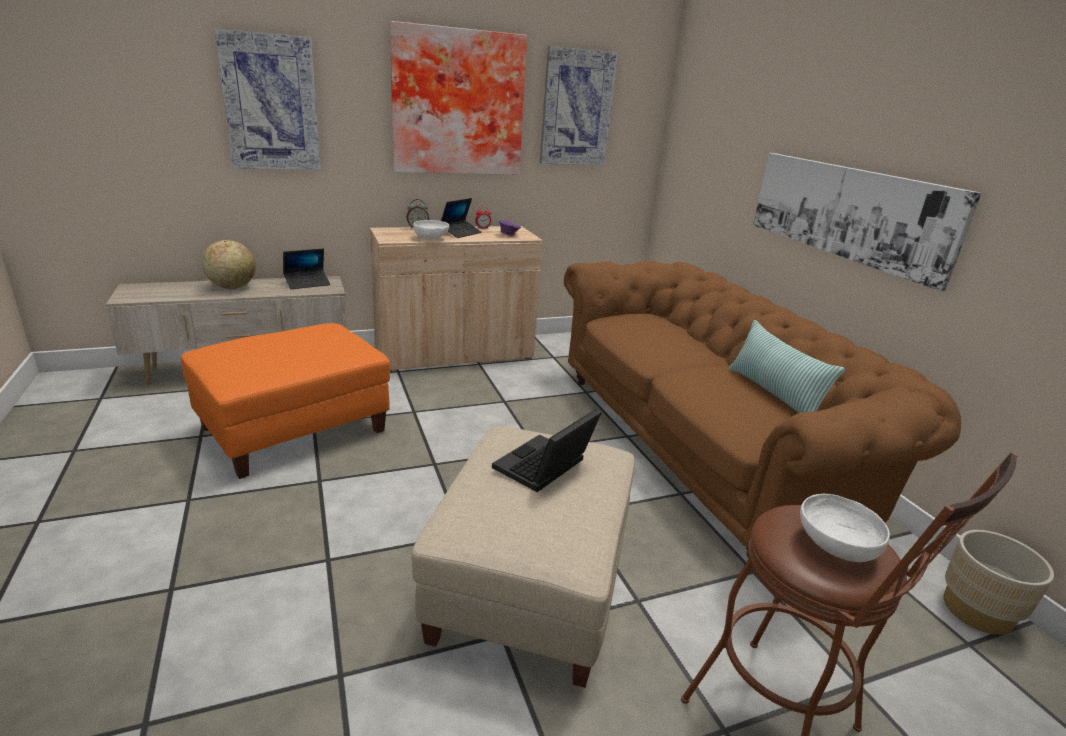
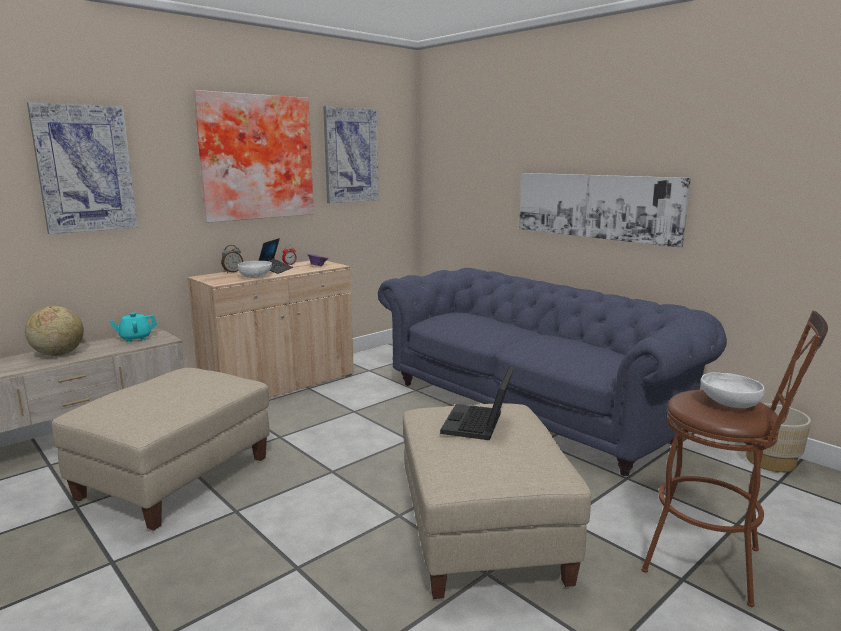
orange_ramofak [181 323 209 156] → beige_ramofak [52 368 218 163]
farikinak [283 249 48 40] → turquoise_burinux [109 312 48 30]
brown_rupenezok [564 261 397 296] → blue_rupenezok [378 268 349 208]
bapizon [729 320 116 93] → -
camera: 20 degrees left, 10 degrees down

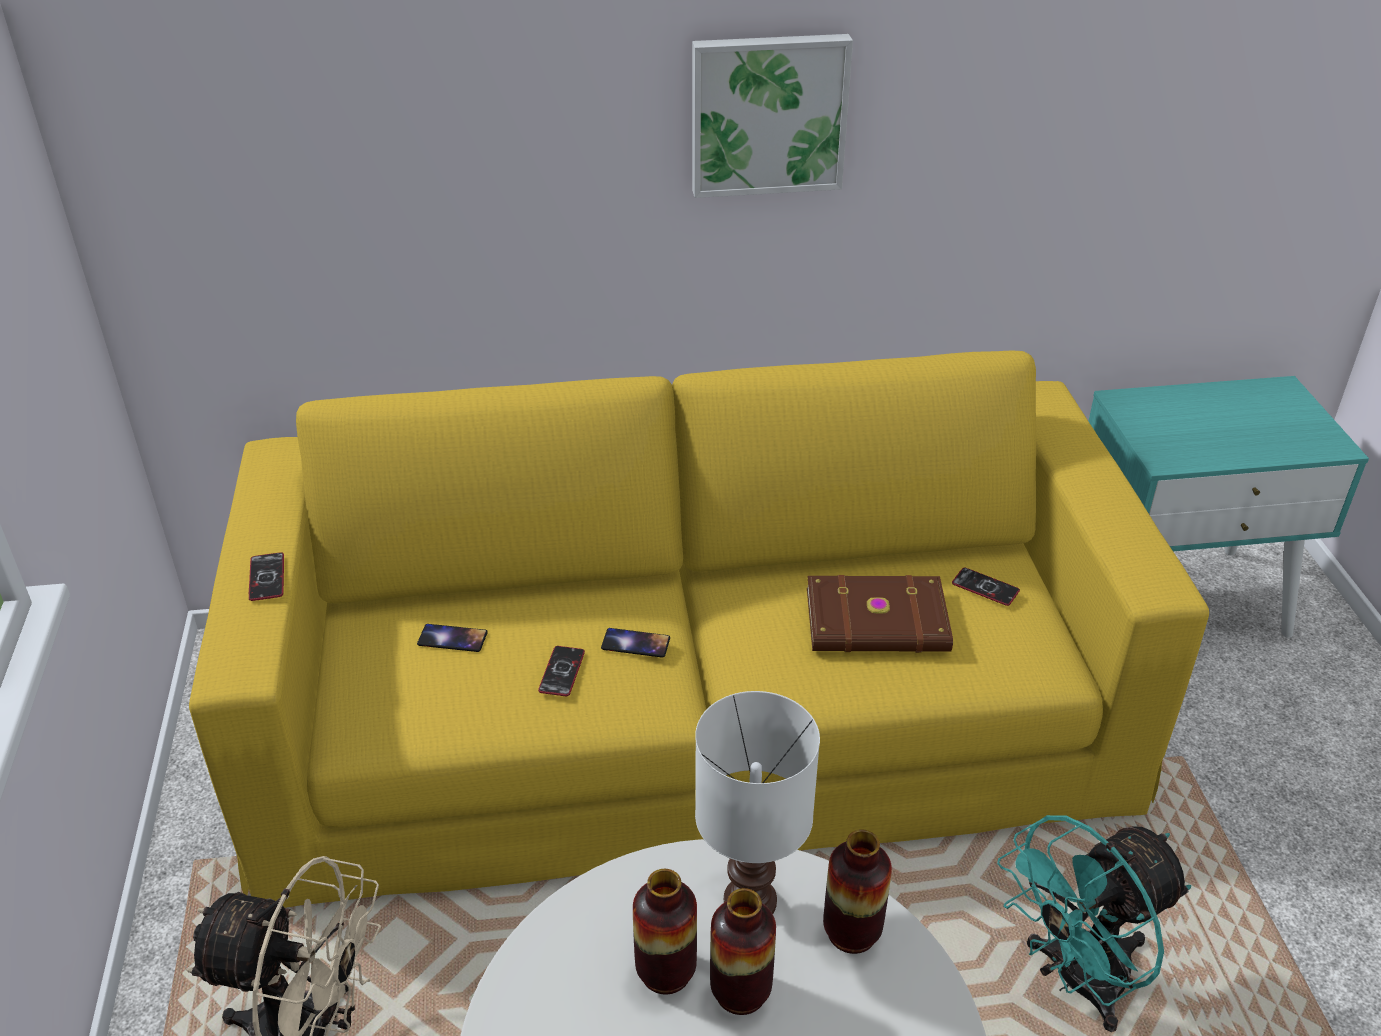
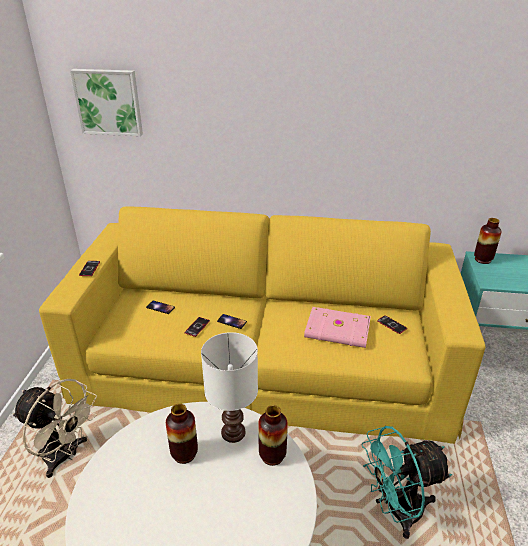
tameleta [692 34 161 164] → tameleta [70 69 73 67], move
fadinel [710 888 66 127] → fadinel [474 218 28 46], move
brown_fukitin [807 575 146 78] → pink_fukitin [304 307 67 41]
camera: 15 degrees right, 5 degrees down

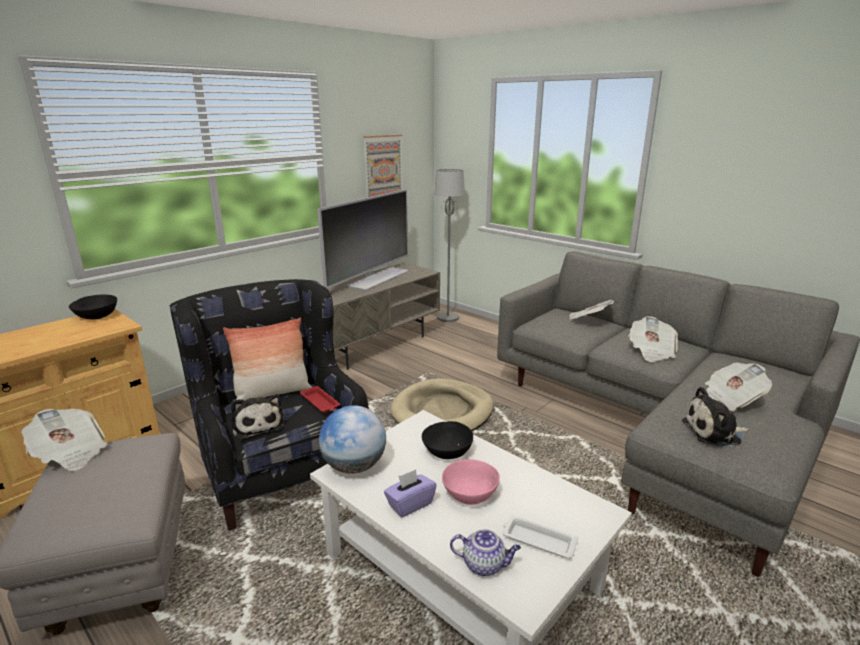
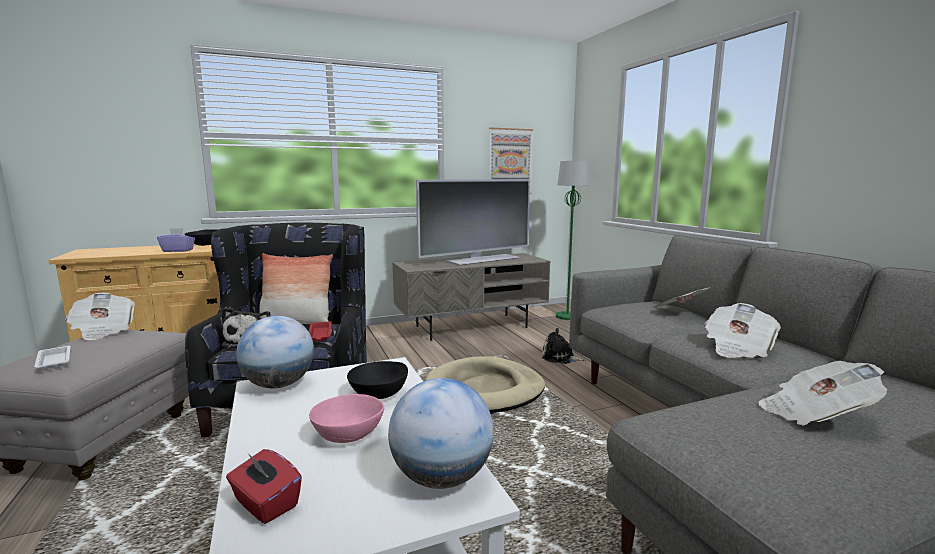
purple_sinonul [384 469 53 48] → purple_sinonul [157 228 38 24], move
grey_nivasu [434 169 31 153] → green_nivasu [556 161 34 159]
burinux [450 529 71 47] → red_sinonul [226 449 76 75]
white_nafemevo [503 516 75 43] → white_nafemevo [34 346 37 25], move
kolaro [682 387 67 60] → kolaro [542 328 43 36], move
- → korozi [388 378 106 111]
camera: 25 degrees right, 10 degrees down

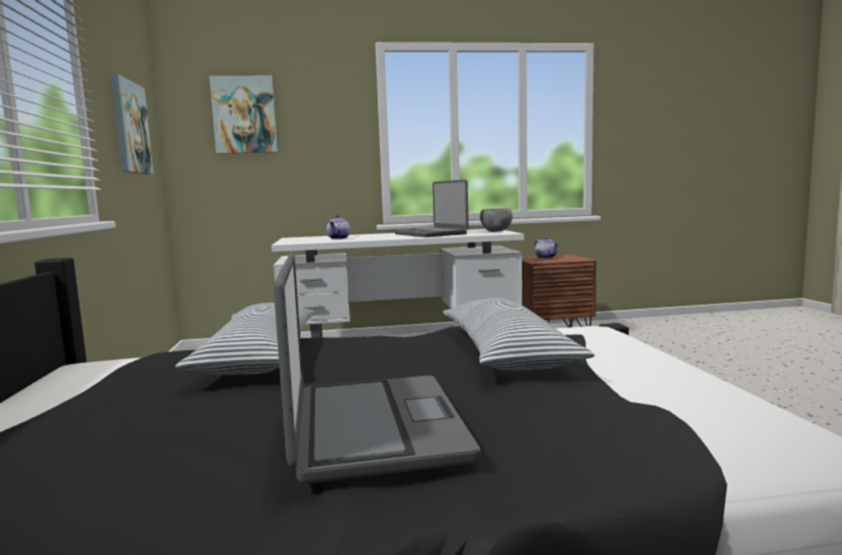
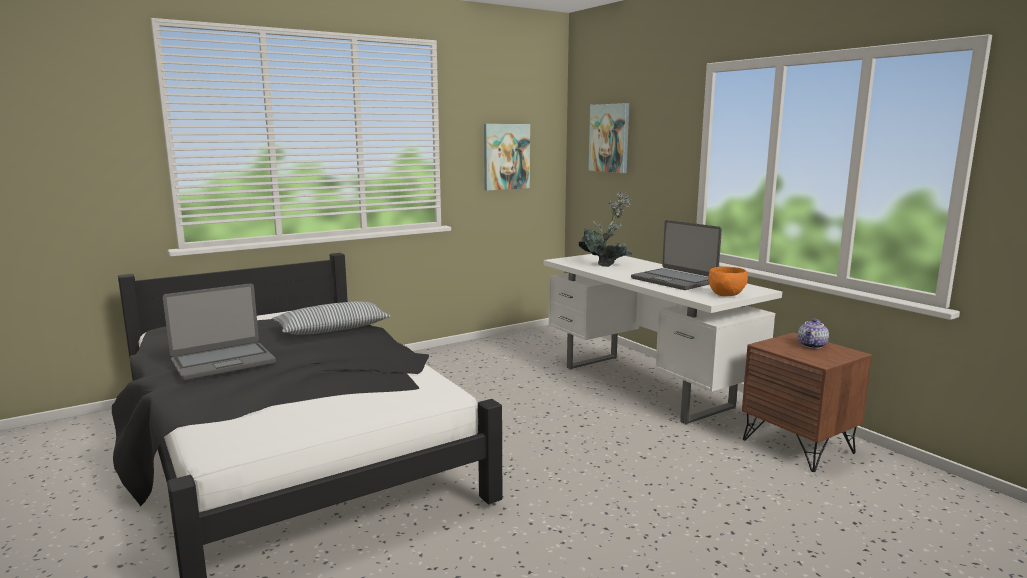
burinux [326 215 24 24] → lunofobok [579 192 54 75]
farikinak [395 180 74 57] → farikinak [631 220 91 70], 75 degrees counterclockwise
bapizon [443 298 152 73] → -
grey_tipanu [480 208 33 24] → orange_tipanu [708 266 40 30]
camera: 65 degrees right, 5 degrees up

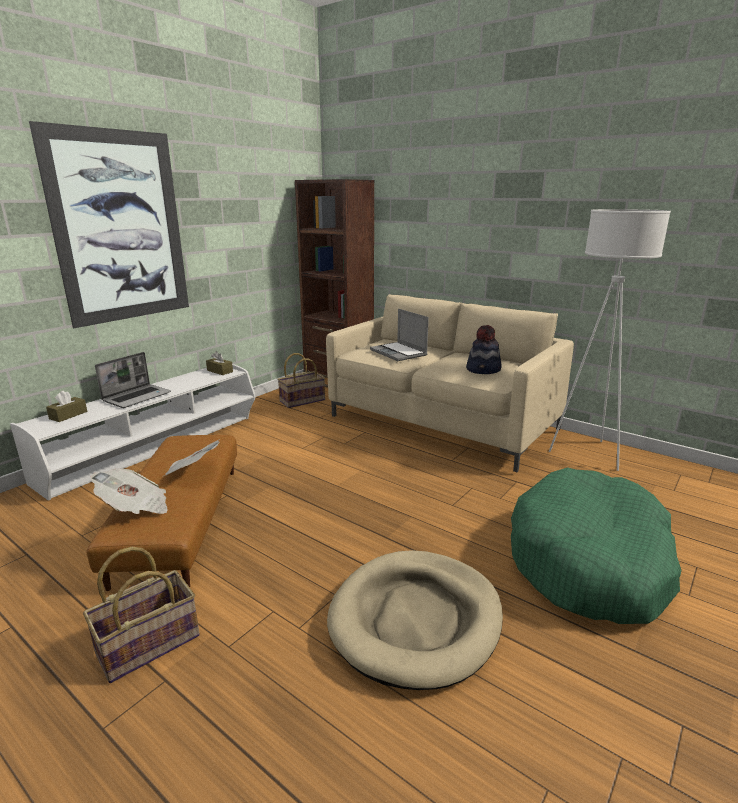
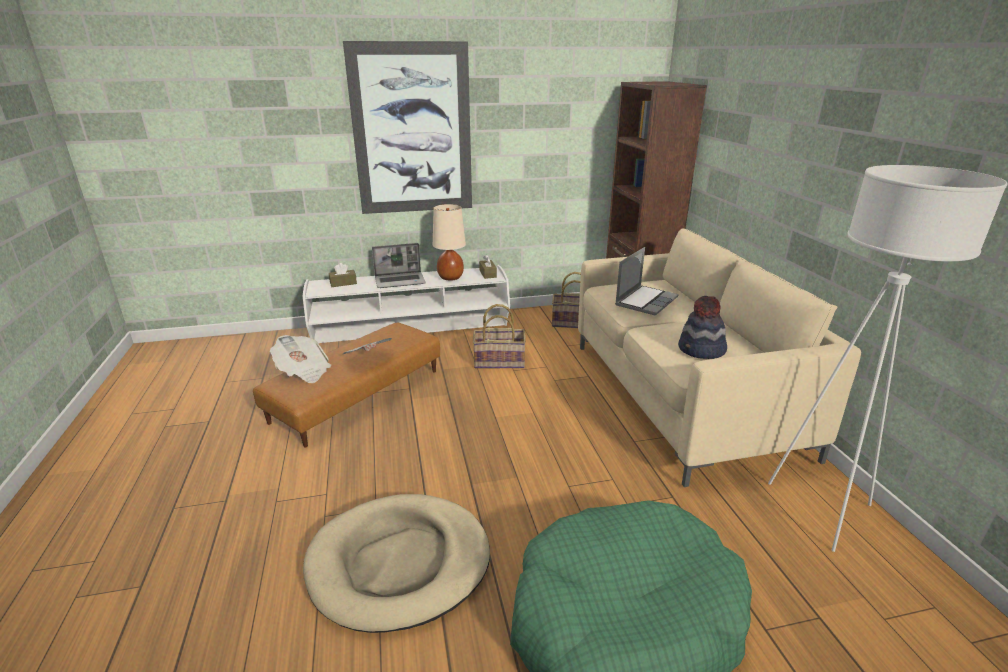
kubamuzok [83 546 117 137] → kubamuzok [473 304 53 65], move
farikinak [370 309 59 52] → farikinak [615 247 64 69], 150 degrees counterclockwise
- → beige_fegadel [433 204 33 76]
camera: 40 degrees right, 5 degrees up

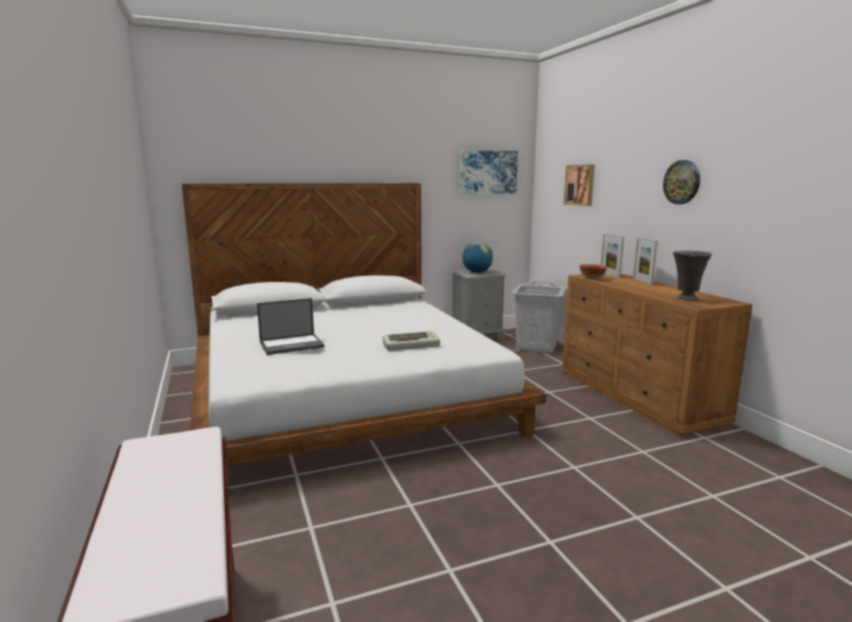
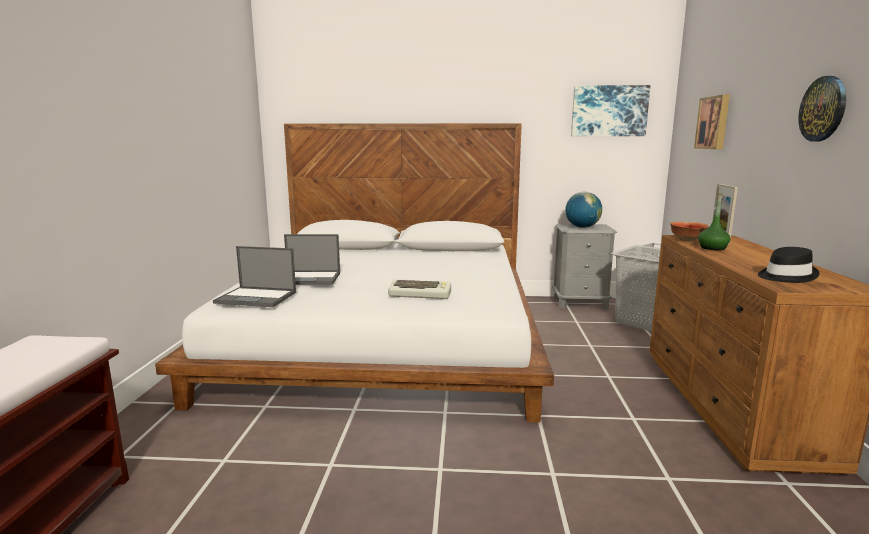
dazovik [633 237 24 48] → -
grey_fadinel [673 251 39 50] → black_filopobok [758 247 62 36]
- → farikinak [213 246 83 61]
- → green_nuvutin [698 194 33 57]
camera: 25 degrees right, 0 degrees up

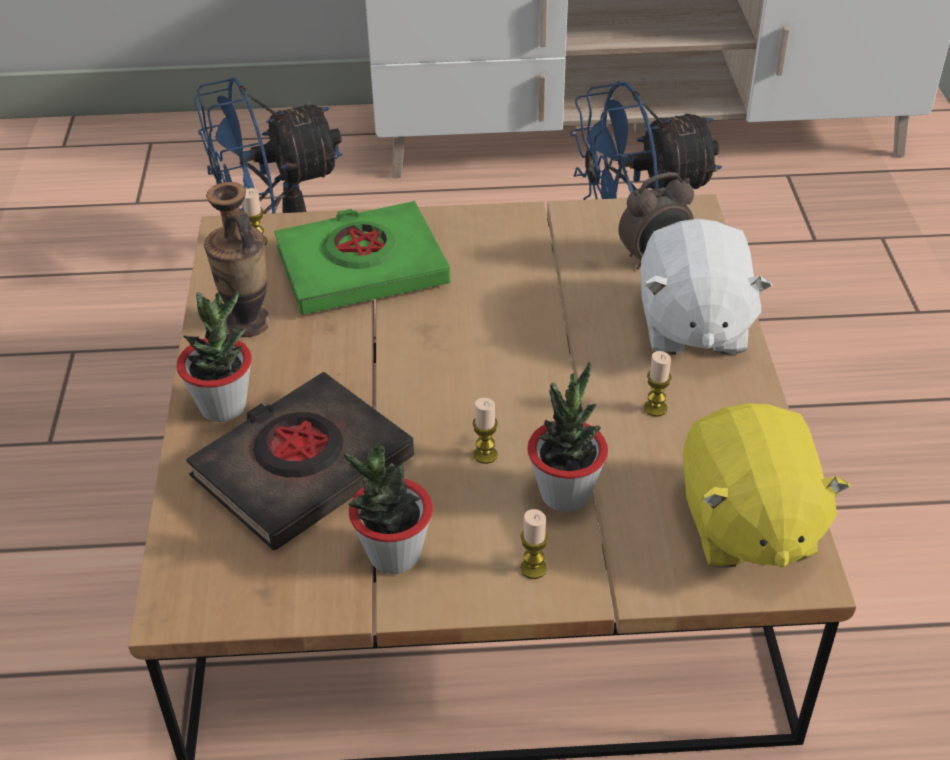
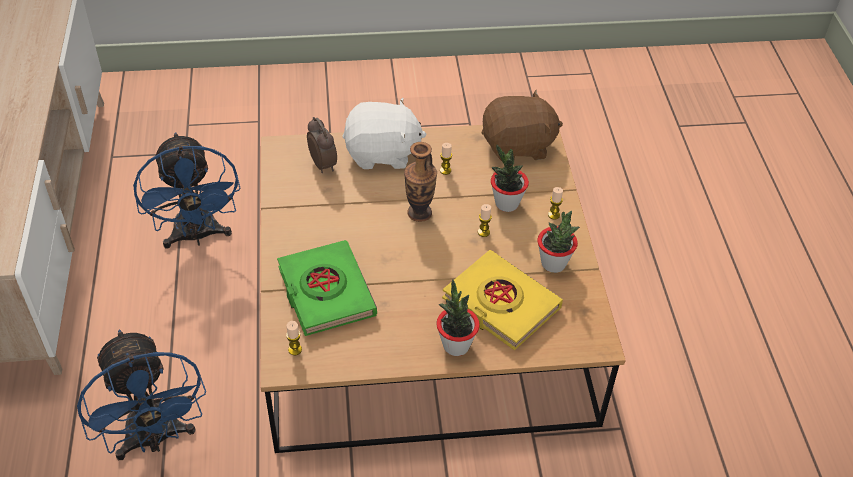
black_fukitin [186 371 228 180] → yellow_fukitin [442 250 121 100]
fadinel [204 182 67 155] → fadinel [404 142 33 80], move
yellow_kolaro [683 403 168 165] → brown_kolaro [482 90 81 71]
camera: 95 degrees left, 5 degrees up

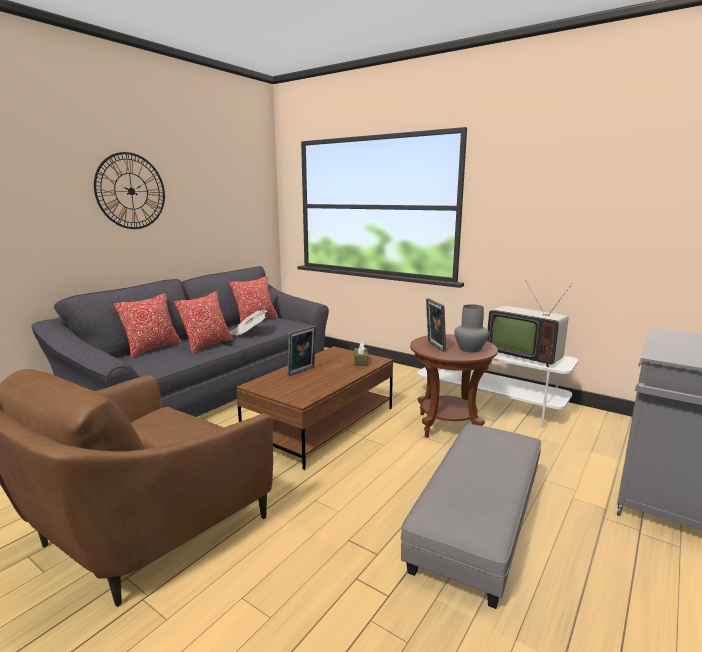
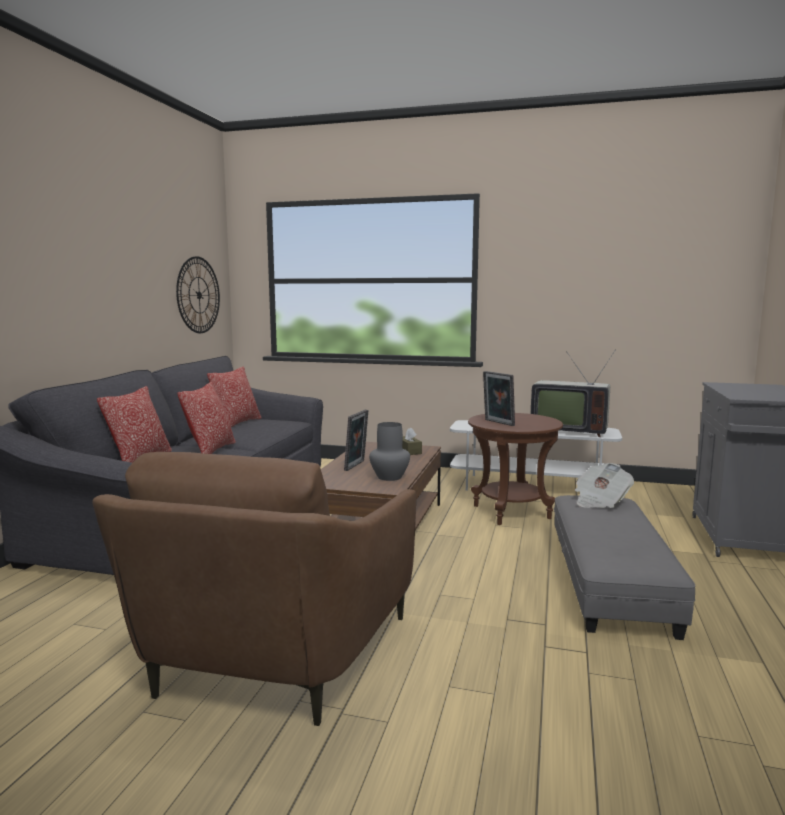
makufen [94 152 71 77] → makufen [176 256 44 77], move
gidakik [230 310 37 26] → gidakik [575 463 59 45], move
grey_fadinel [454 304 35 49] → grey_fadinel [369 422 41 59], move
camera: 20 degrees left, 5 degrees down

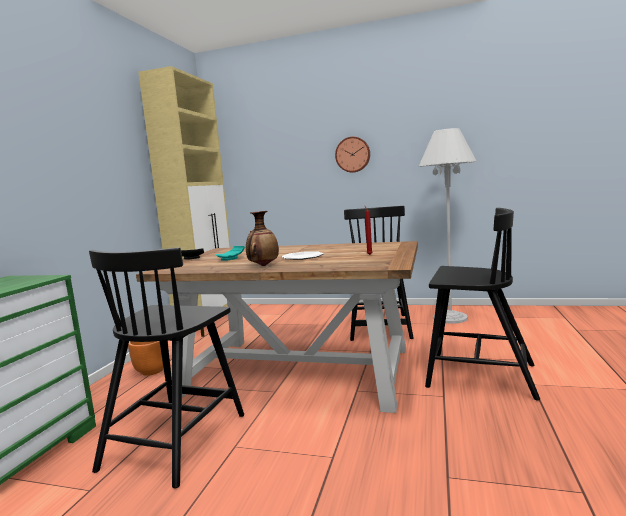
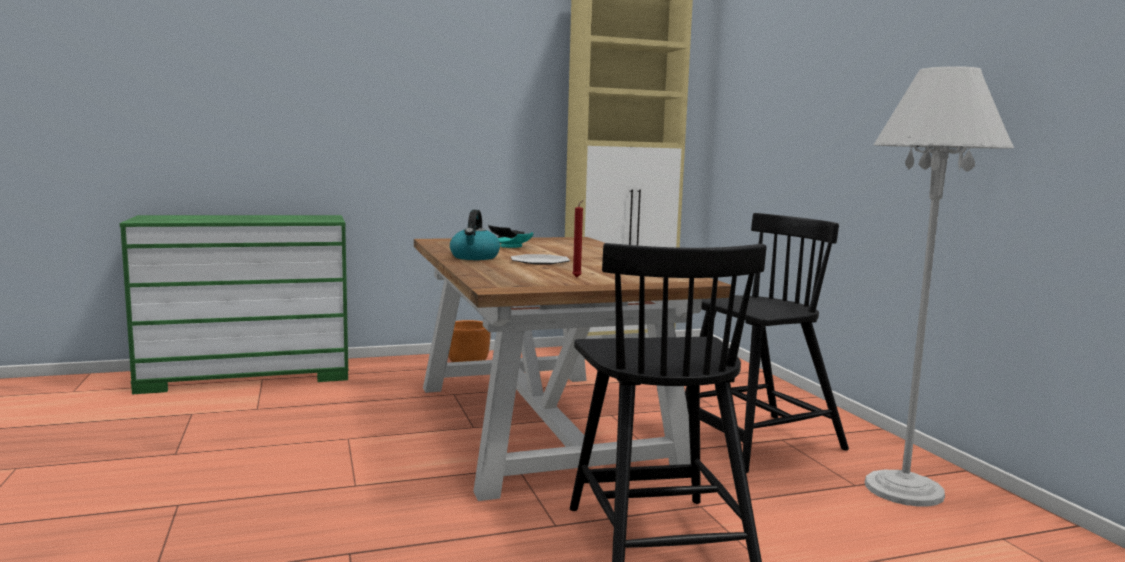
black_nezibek [89 247 155 241] → -
fadinel [246 211 33 55] → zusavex [450 210 50 50]
makufen [335 137 35 36] → -
camera: 55 degrees right, 0 degrees up

